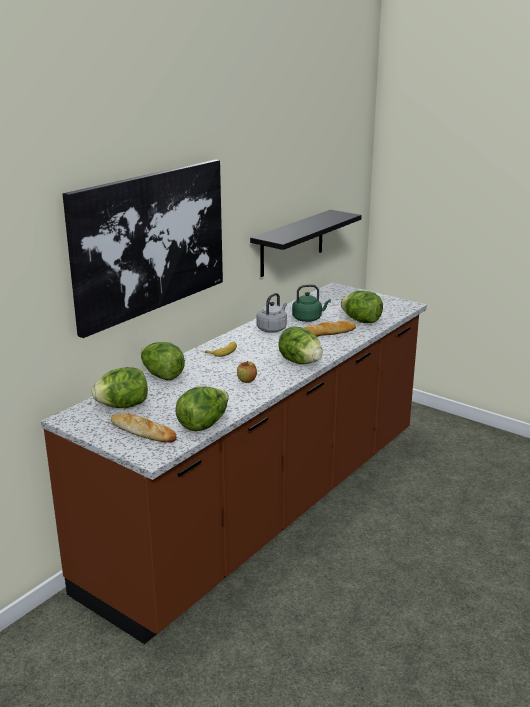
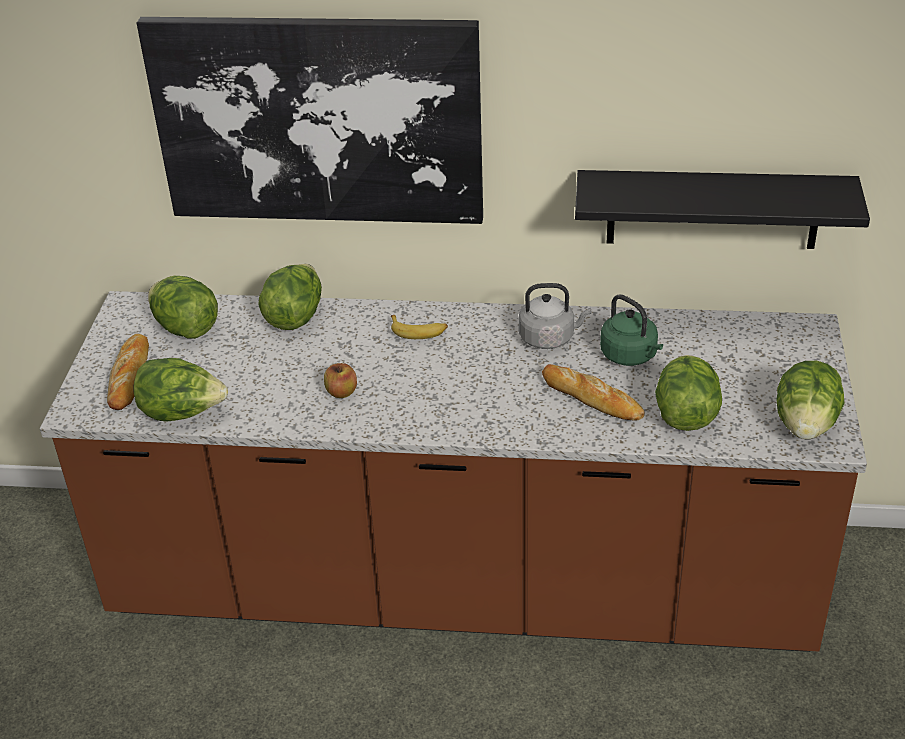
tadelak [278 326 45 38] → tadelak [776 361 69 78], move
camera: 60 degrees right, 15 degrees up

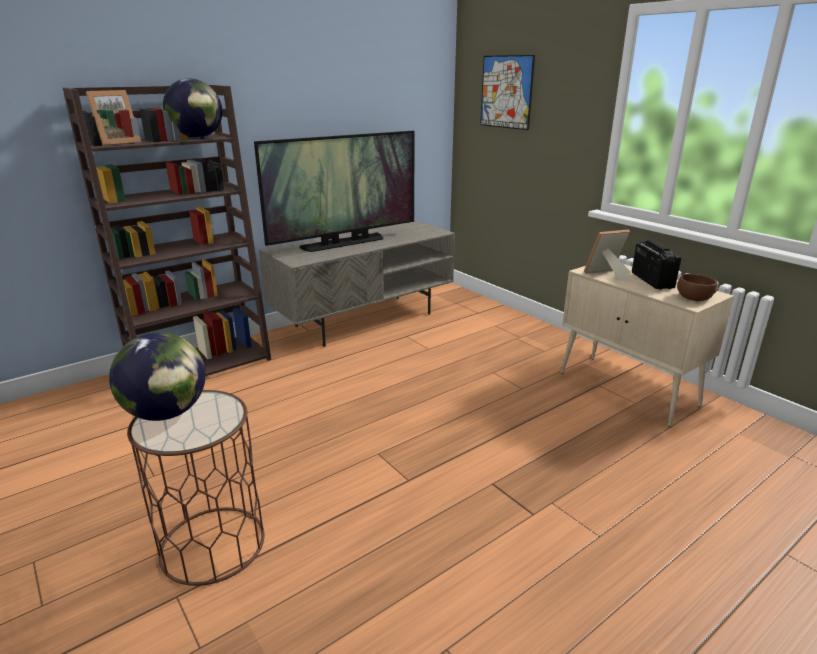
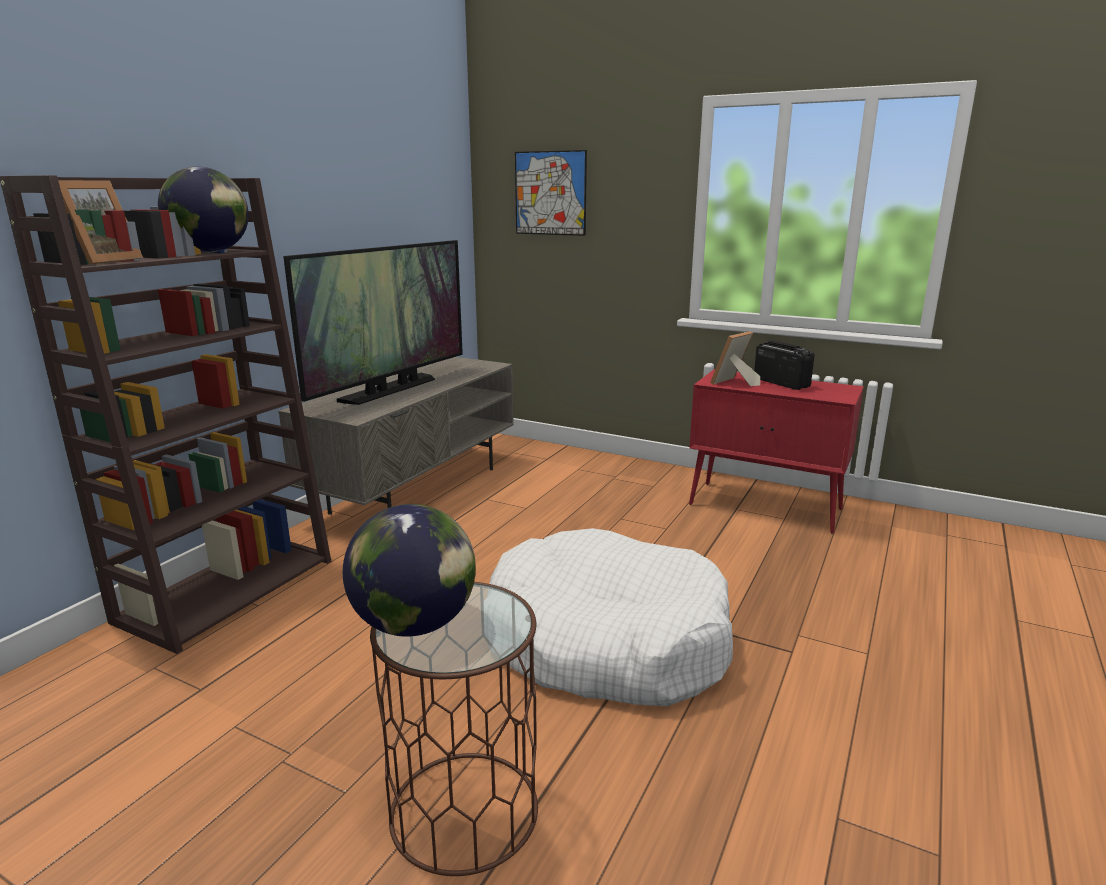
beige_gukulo [560 264 174 162] → red_gukulo [689 369 175 165]
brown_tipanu [677 274 41 27] → -
- → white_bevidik [490 528 243 178]
camera: 25 degrees left, 5 degrees down

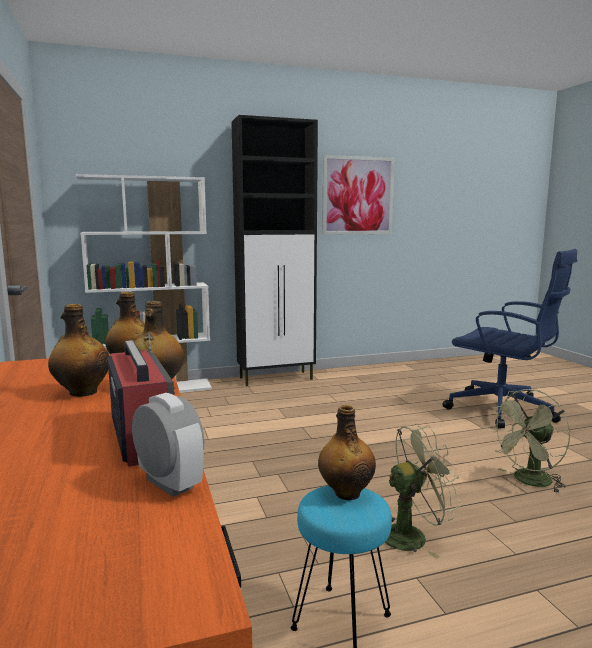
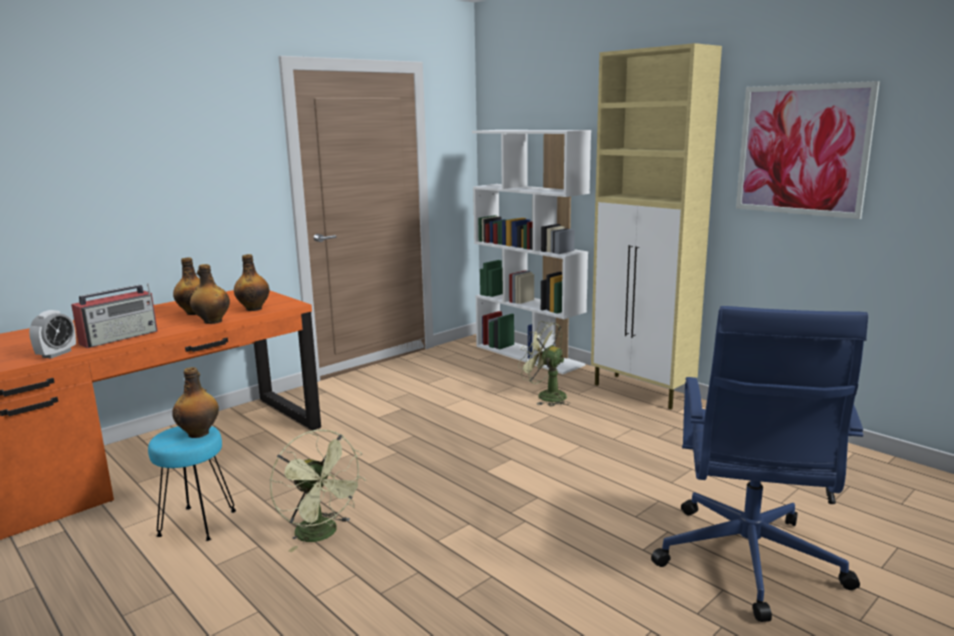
black_gukulo [231 115 87 271] → beige_gukulo [591 43 131 366]
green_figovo [489 389 82 104] → green_figovo [518 321 52 85], move
camera: 65 degrees right, 5 degrees up

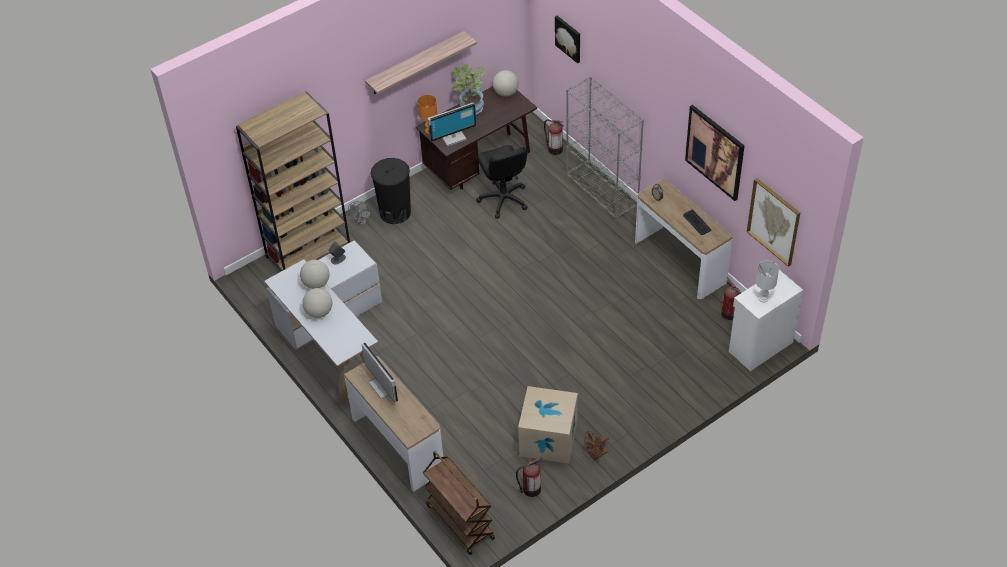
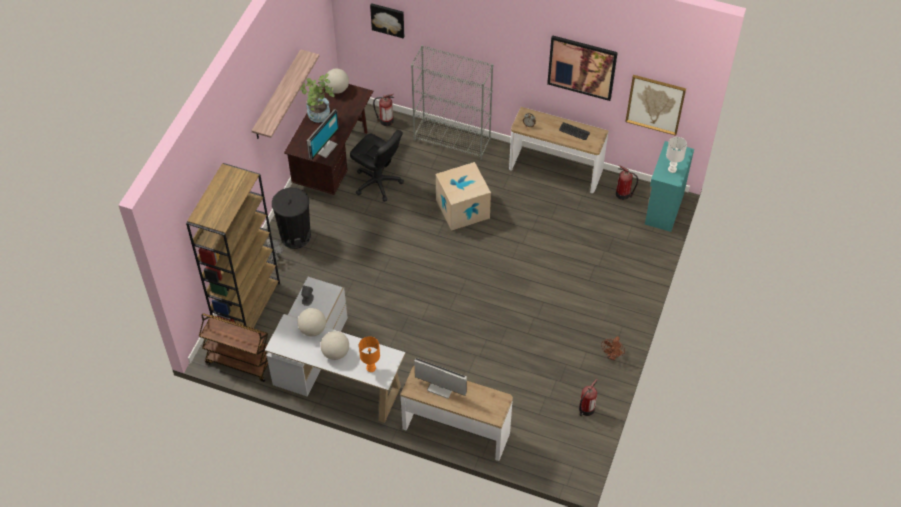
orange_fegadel [417 95 20 39] → orange_fegadel [359 336 21 36], move
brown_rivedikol [423 451 72 104] → brown_rivedikol [199 313 69 69], move
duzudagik [518 386 60 78] → duzudagik [436 162 55 69], move
white_gukulo [729 270 74 101] → turquoise_gukulo [645 141 49 91]
camera: 35 degrees left, 5 degrees up

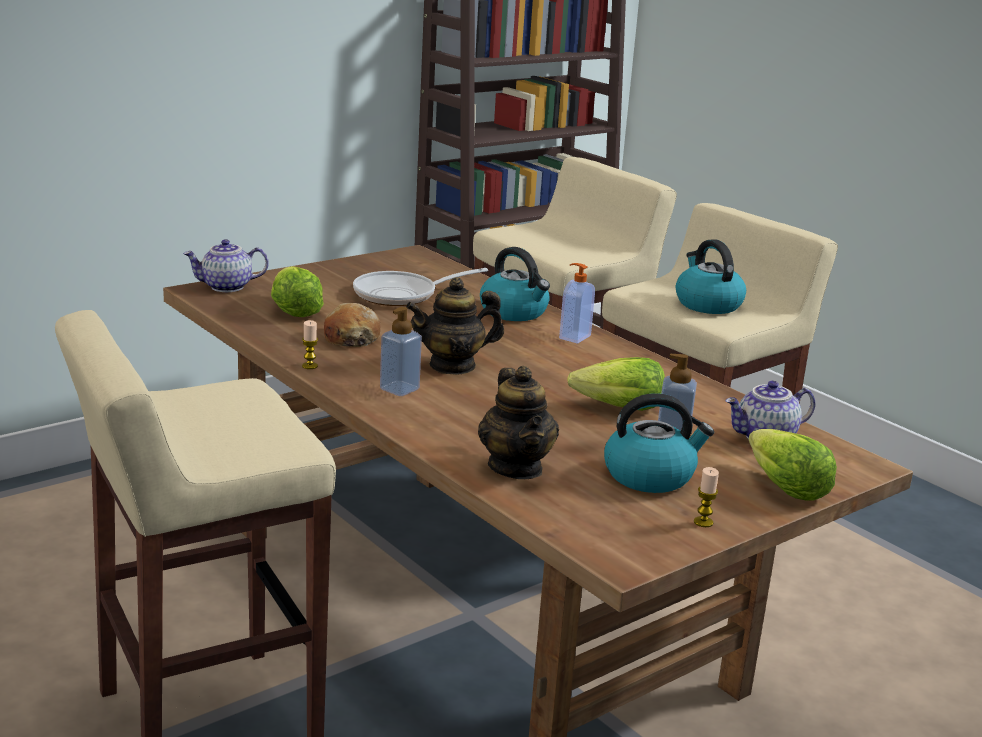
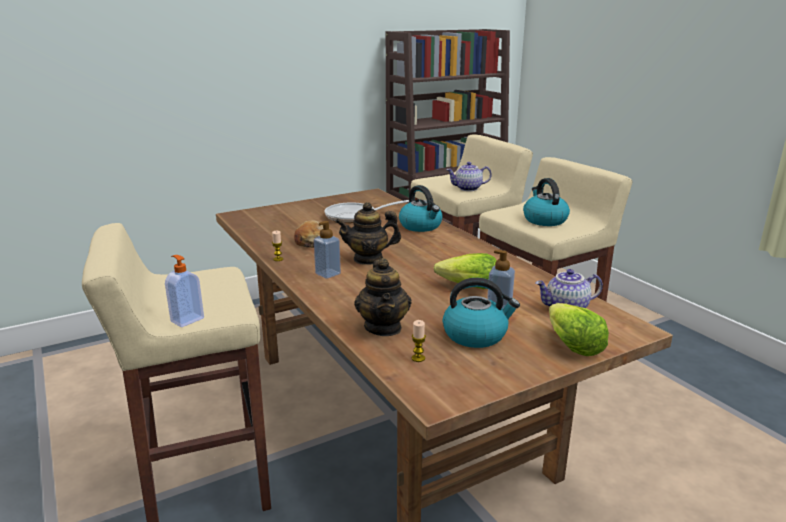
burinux [183 239 86 53] → burinux [446 162 46 29], move
tadelak [271 266 53 51] → -
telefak [559 263 36 81] → telefak [165 255 39 72], move
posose [694 467 25 60] → posose [412 320 14 42], move
camera: 10 degrees right, 0 degrees up

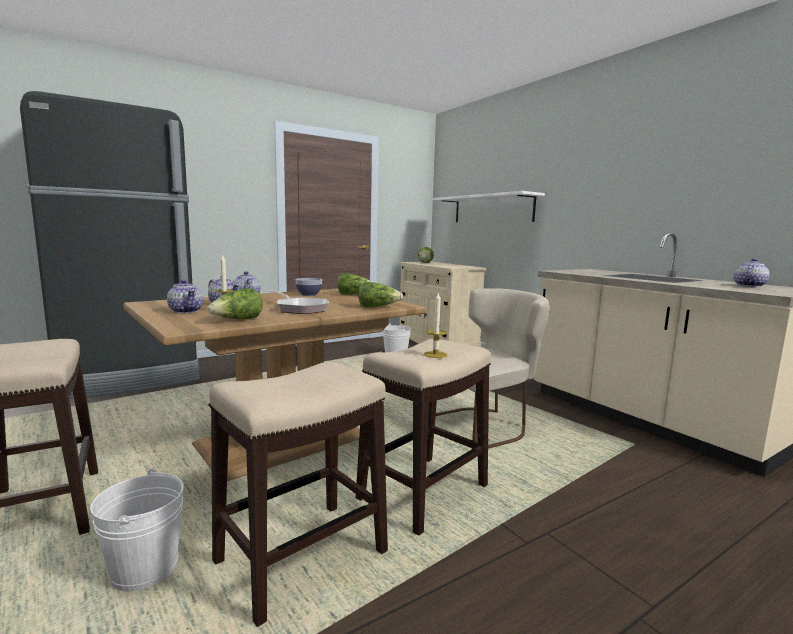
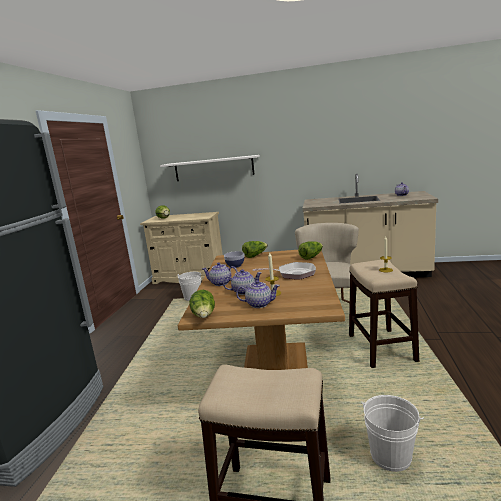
tadelak [207 288 56 31] → tadelak [189 290 26 28], move
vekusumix [208 362 180 265] → -
camera: 45 degrees left, 5 degrees up

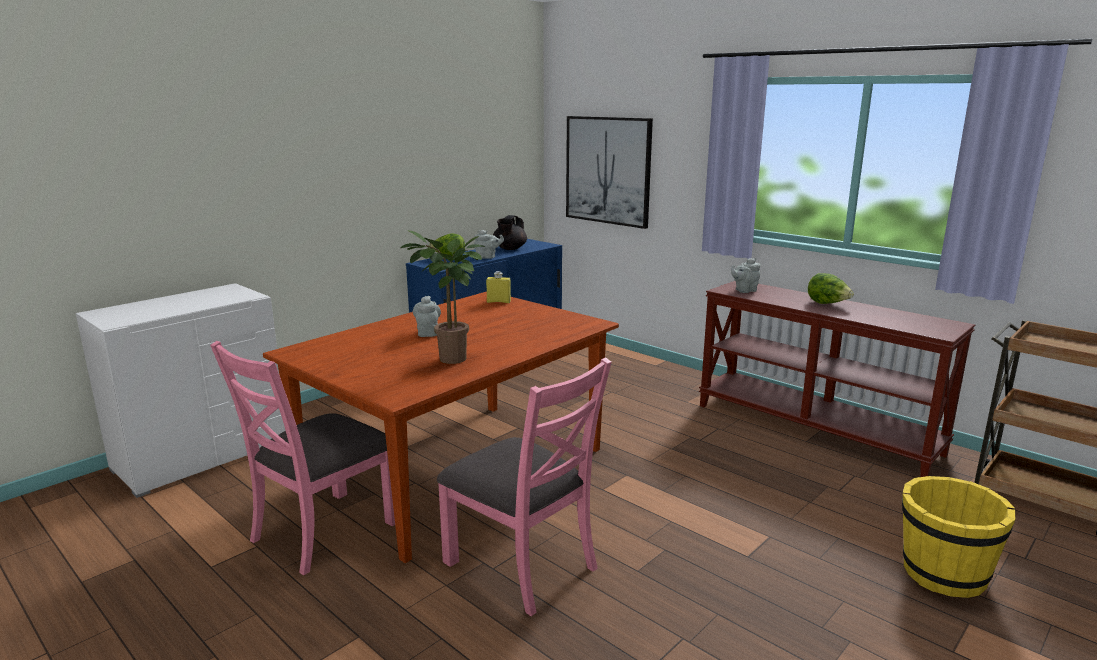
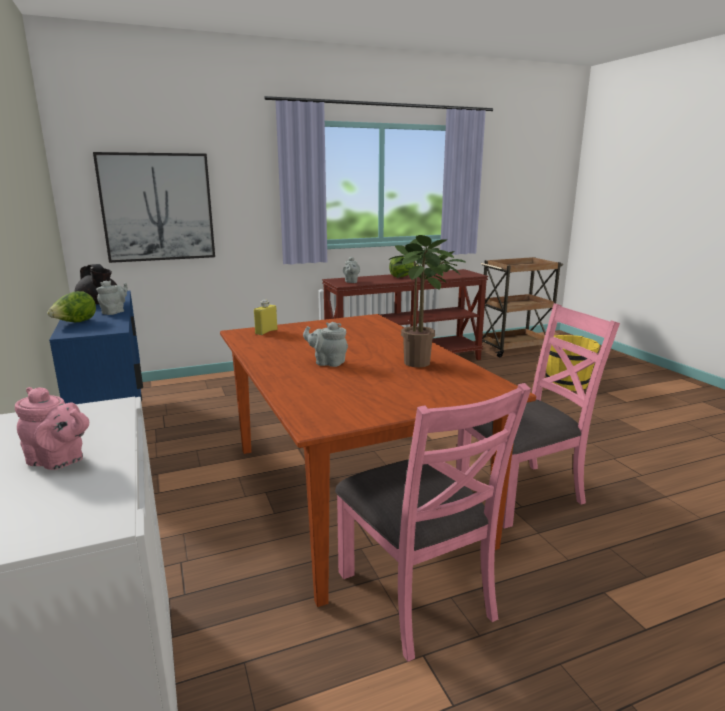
- → pink_burinux [15 387 74 83]
camera: 65 degrees left, 0 degrees up

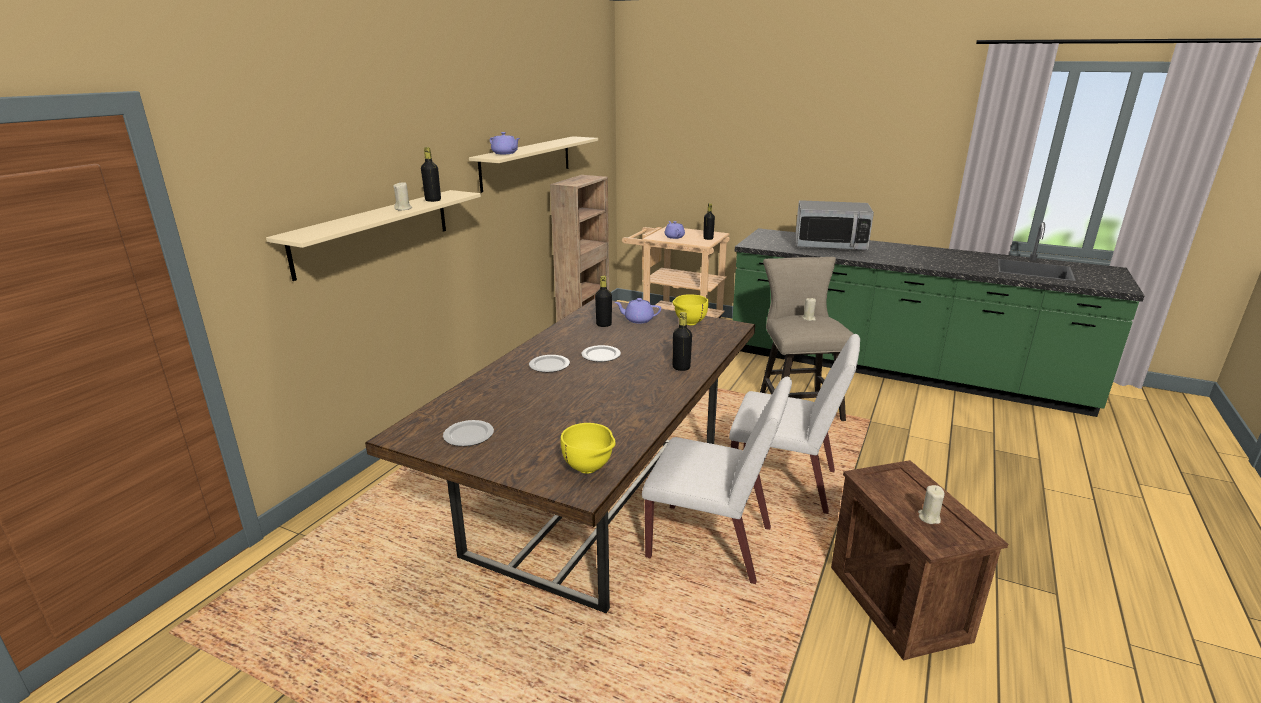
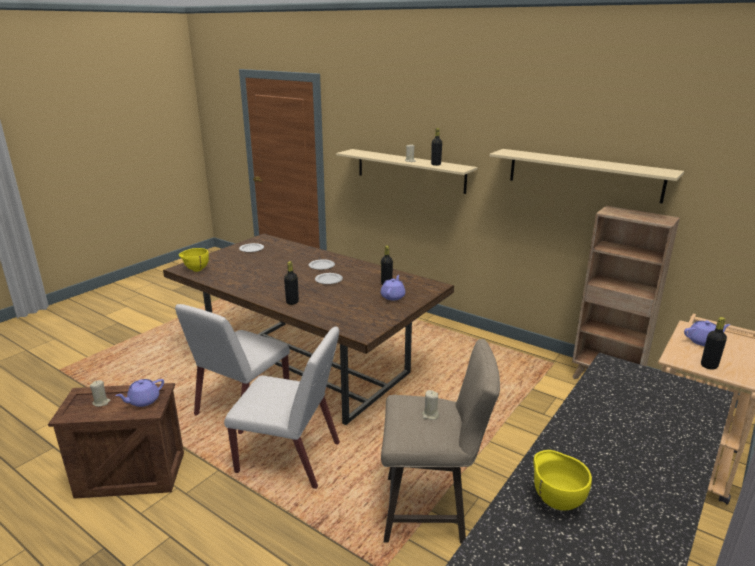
purple_burinux [490 132 30 22] → purple_burinux [115 379 49 28], move
yellow_tipanu [672 294 37 31] → yellow_tipanu [533 450 59 61], move
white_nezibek [729 334 131 180] → white_nezibek [224 327 116 162], 105 degrees counterclockwise
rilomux [795 200 79 50] → -
camera: 100 degrees right, 0 degrees up

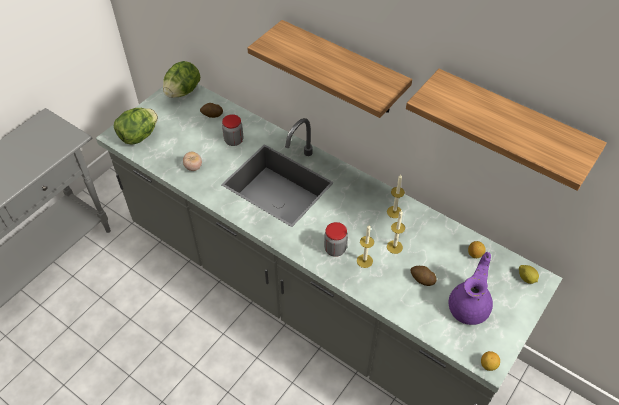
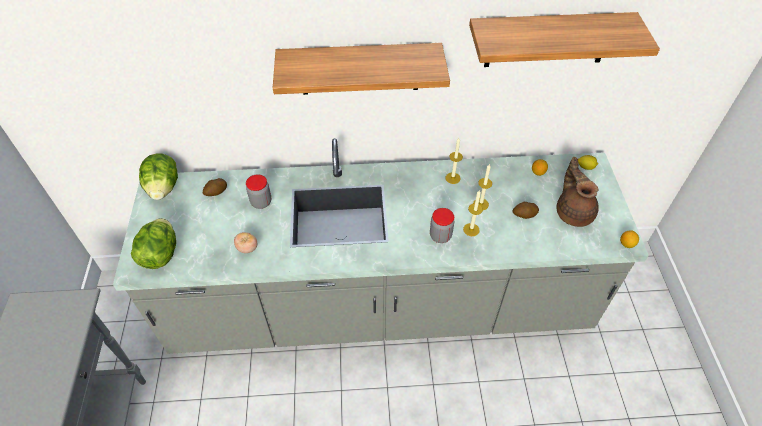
purple_burinux [448 252 45 73] → brown_burinux [556 157 43 70]
camera: 40 degrees left, 0 degrees up

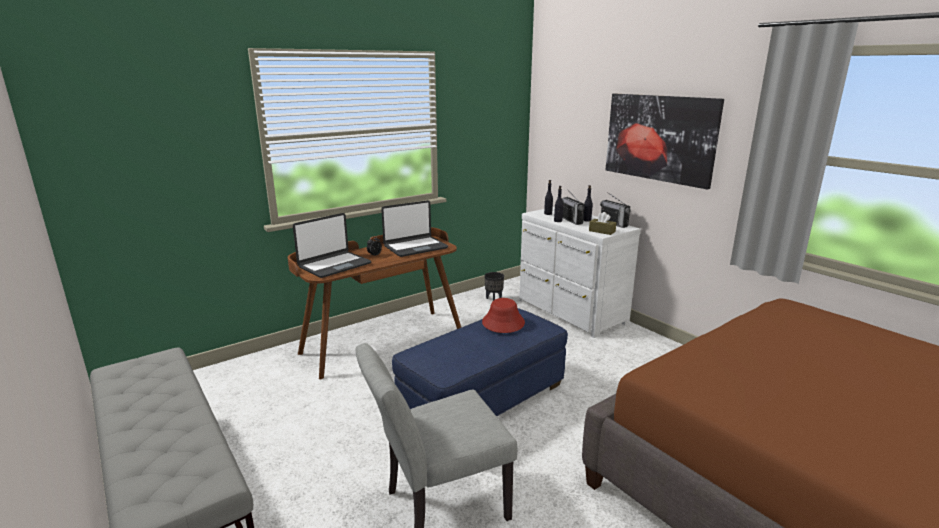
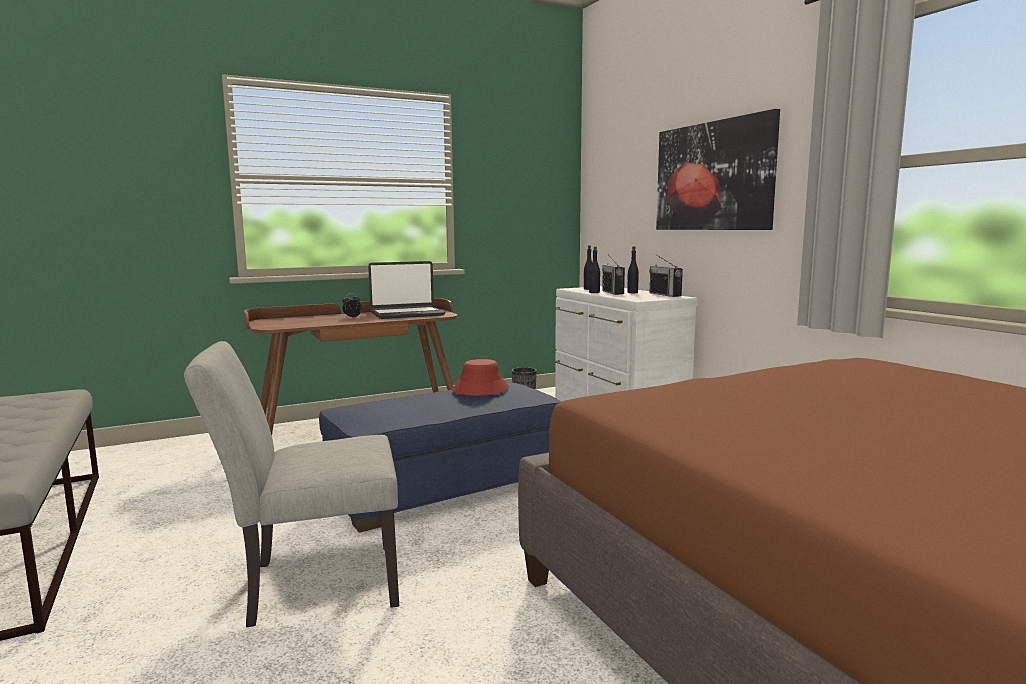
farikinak [293 213 78 65] → -
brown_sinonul [589 212 27 23] → -
camera: 10 degrees right, 10 degrees down

